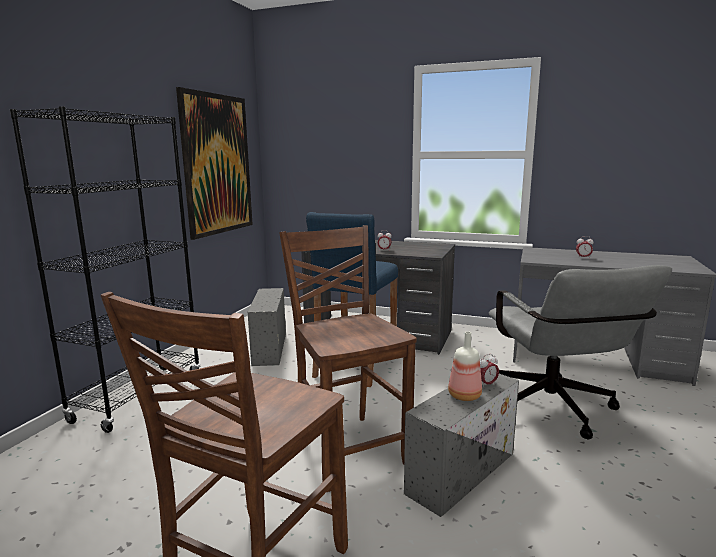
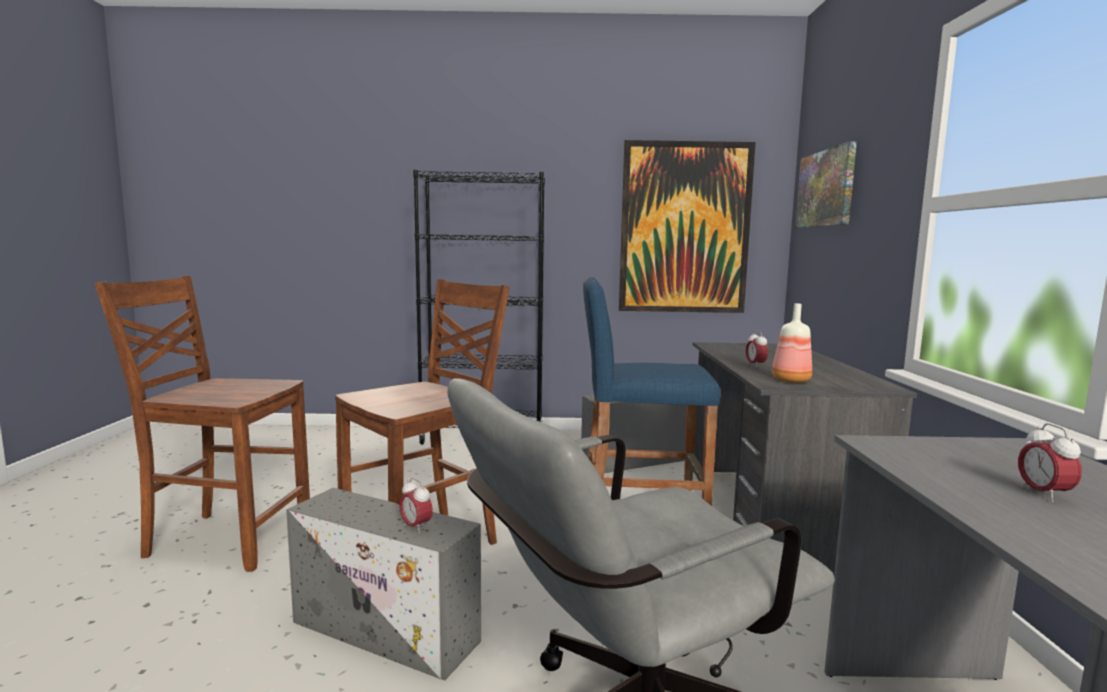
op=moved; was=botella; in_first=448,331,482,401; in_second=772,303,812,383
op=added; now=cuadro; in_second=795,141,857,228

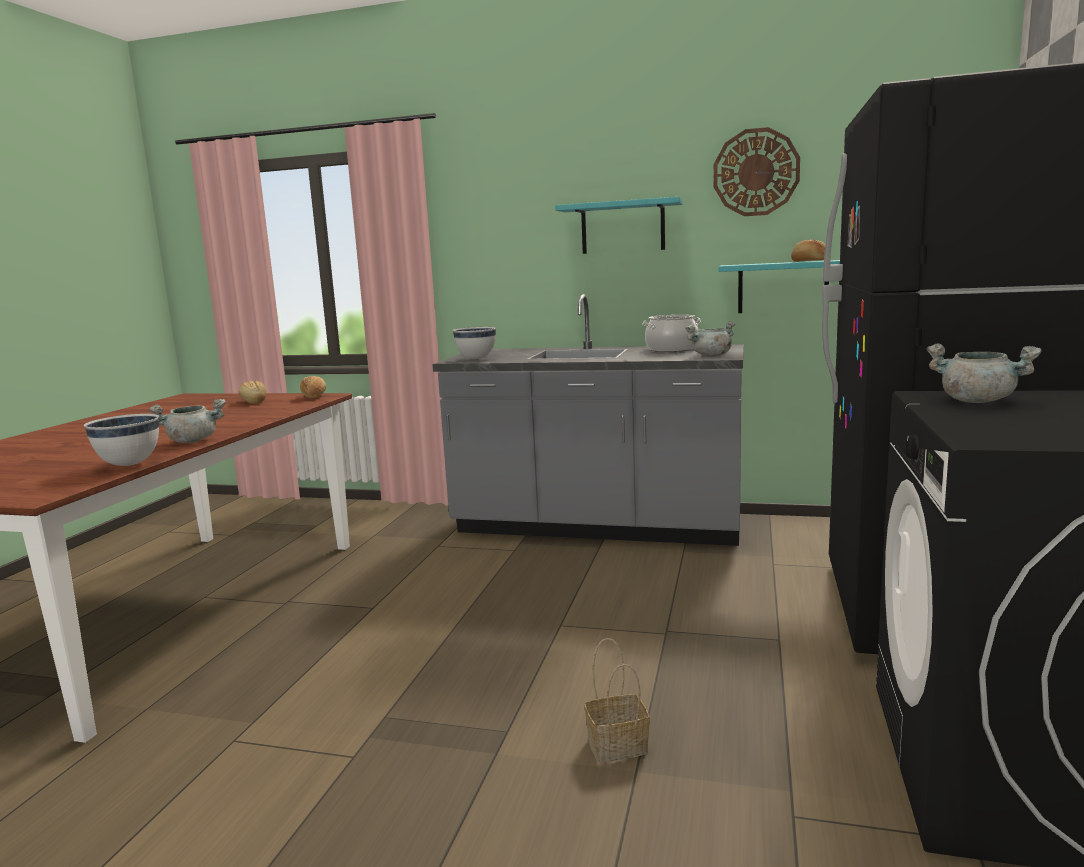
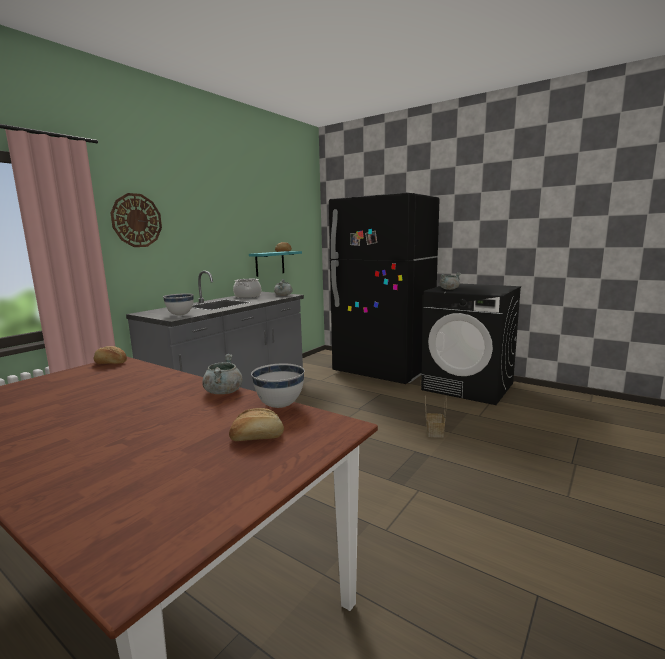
op=moved; was=pan; in_first=238,381,267,404; in_second=229,408,284,441
op=removed; was=estante/turquesa; in_first=555,197,683,254
op=moved; was=reloj de pared; in_first=714,127,800,216; in_second=111,193,162,247

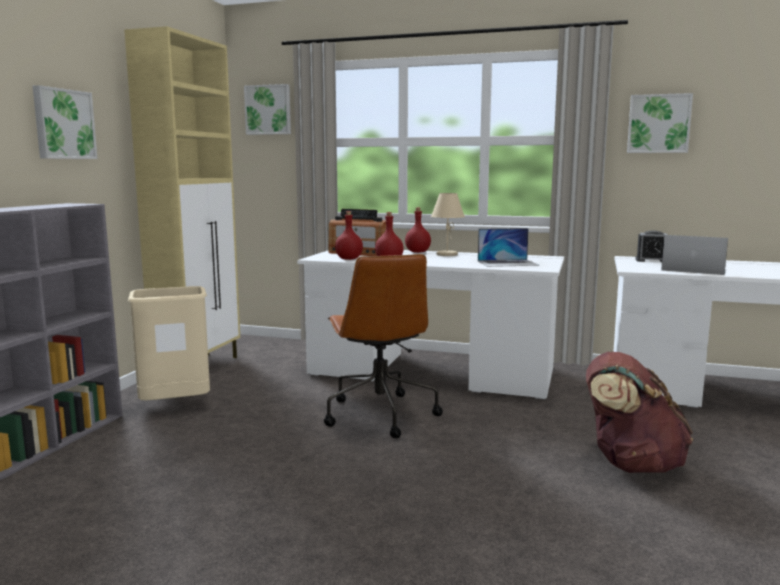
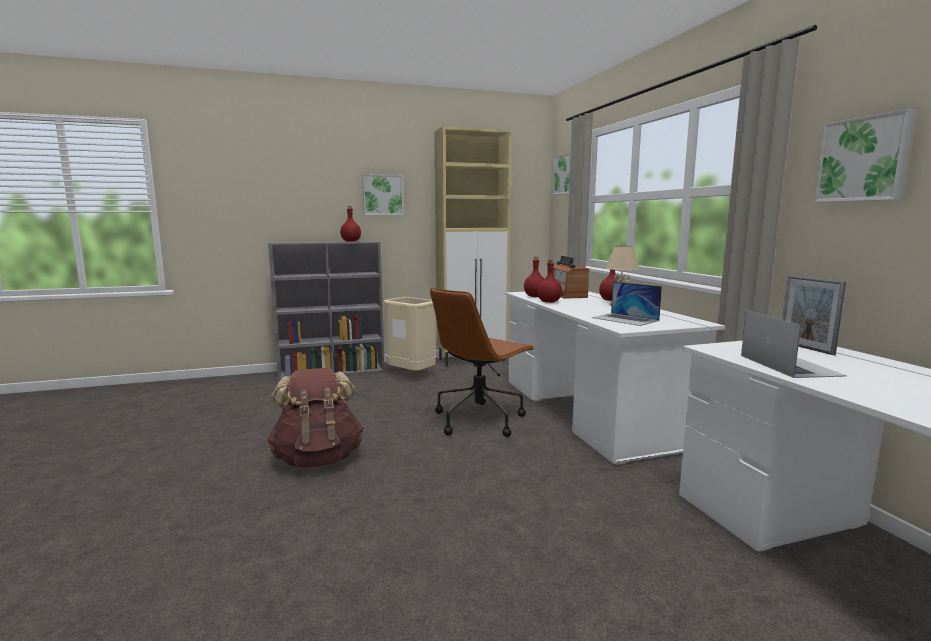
op=moved; was=mochila/marrón; in_first=586,352,693,473; in_second=267,368,364,468
op=replaced; was=despertador; now=portarretratos; in_first=635,230,667,263; in_second=782,275,846,355
op=added; now=botella/rojo; in_second=340,206,361,242

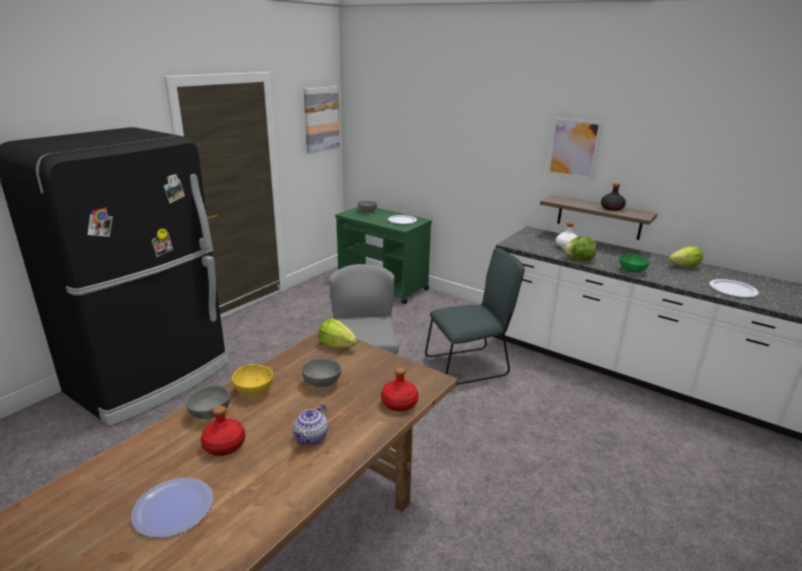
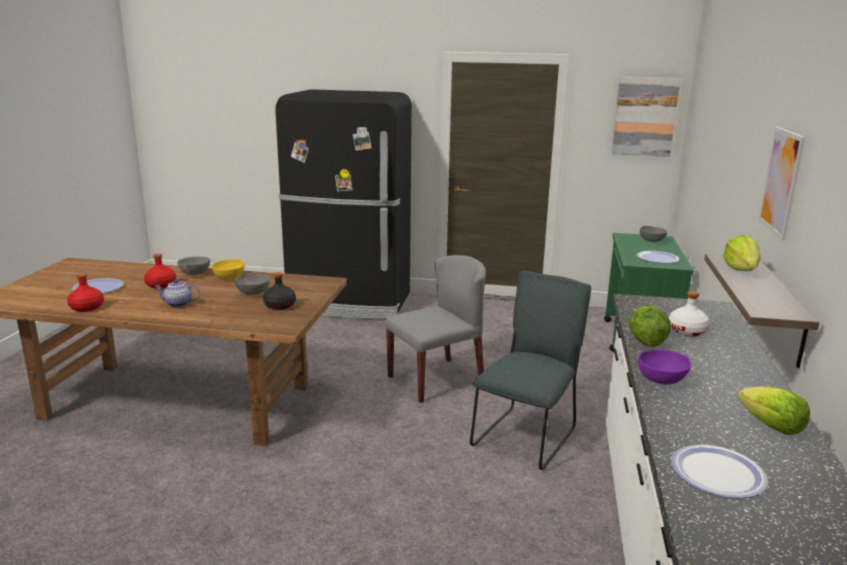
op=moved; was=lechuga; in_first=318,319,358,348; in_second=723,235,761,271
op=moved; was=botella/rojo; in_first=381,367,419,411; in_second=67,273,104,312
op=turned; was=silla/gris; in_first=425,248,525,385; in_second=470,271,591,470; clockwise=-105
op=moved; was=botella/negro; in_first=601,183,626,211; in_second=263,272,296,310
op=recoloured; was=cuenco/verde; now=cuenco/morado; in_first=619,253,650,273; in_second=638,350,691,384

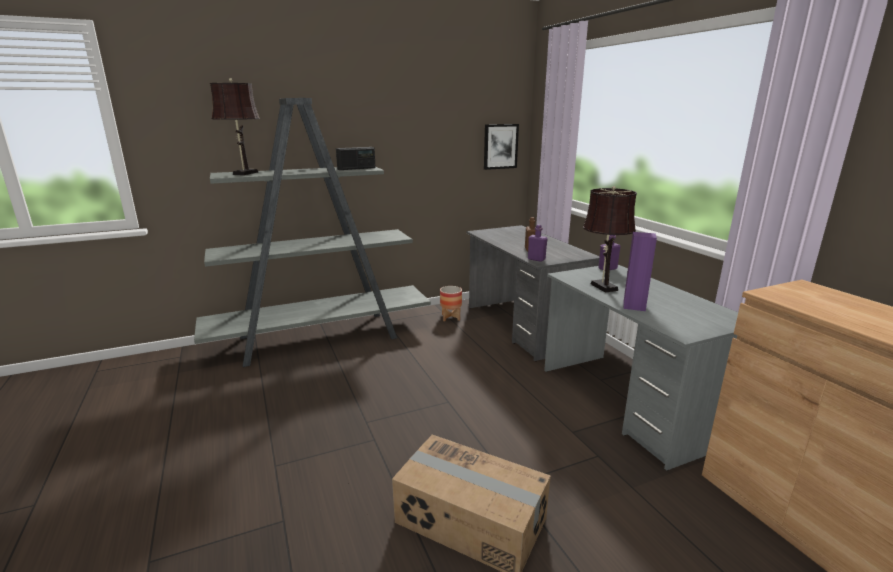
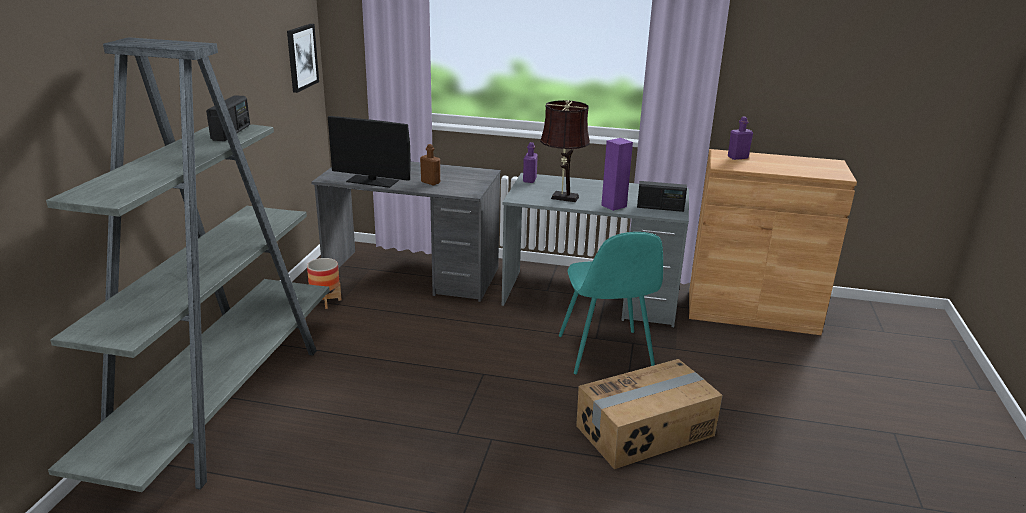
op=removed; was=lámpara de mesa/marrón; in_first=210,78,260,175
op=moved; was=botella/morado; in_first=528,225,548,262; in_second=728,117,753,160
op=added; now=monitor; in_second=328,116,411,188
op=added; now=silla/turquesa; in_second=559,232,663,374
op=added; now=radio; in_second=637,181,687,212

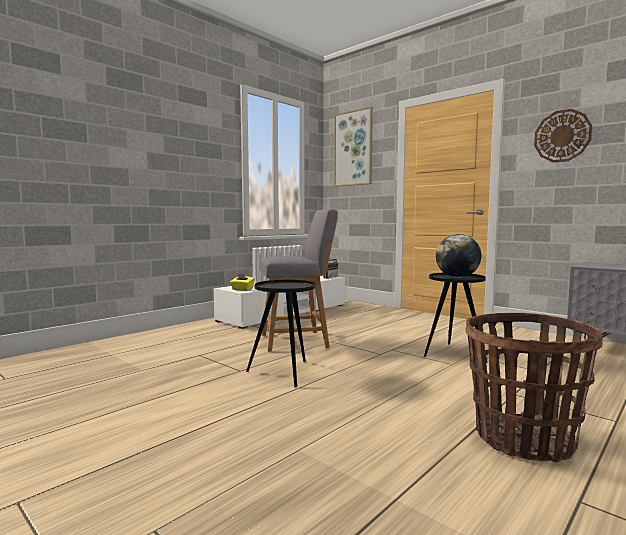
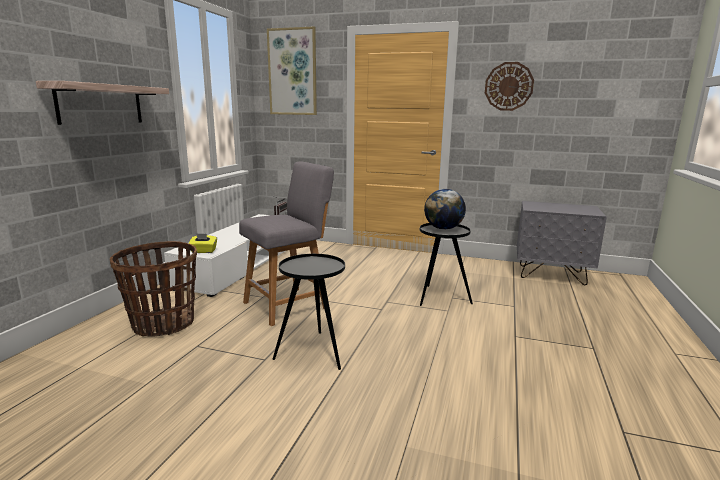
op=moved; was=cesta; in_first=466,313,603,462; in_second=110,241,197,337
op=added; now=estante; in_second=36,81,169,125

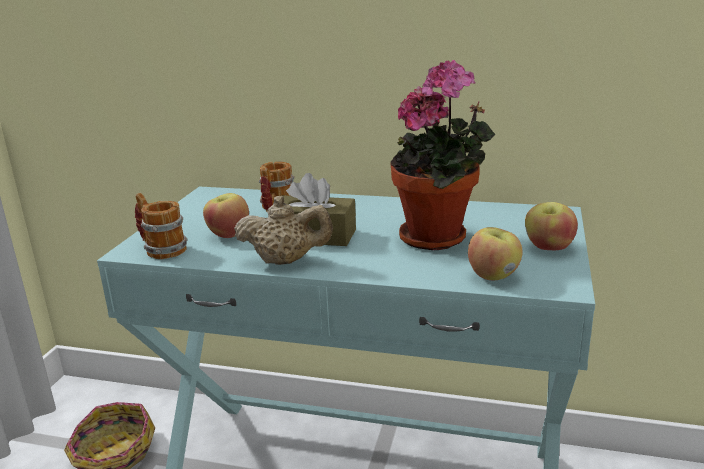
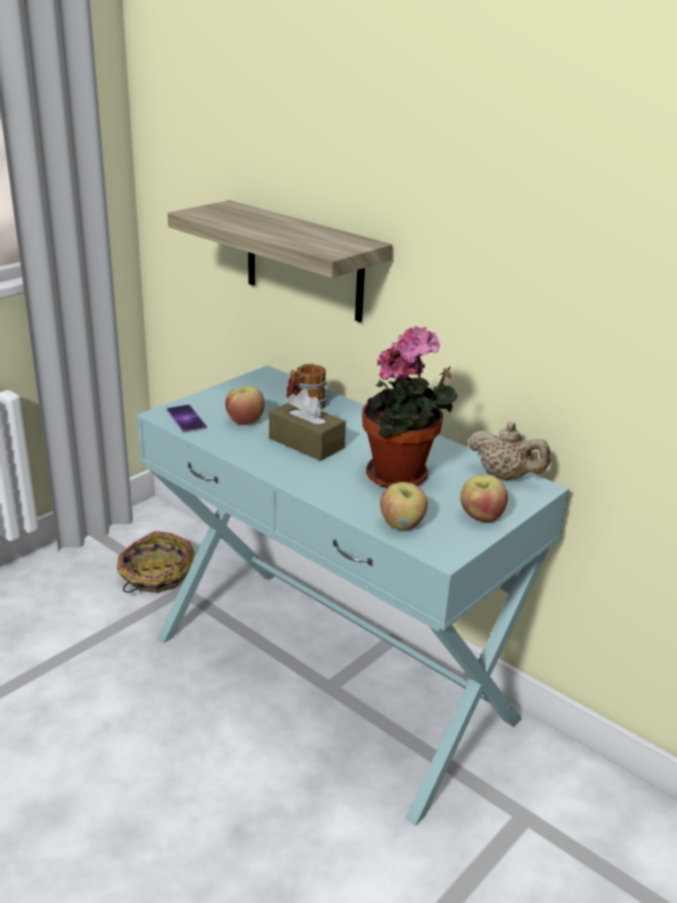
op=replaced; was=taza grande; now=móvil; in_first=135,193,187,259; in_second=167,405,207,433
op=moved; was=tetera/beis; in_first=234,196,333,265; in_second=468,422,550,480
op=added; now=estante; in_second=167,200,392,322

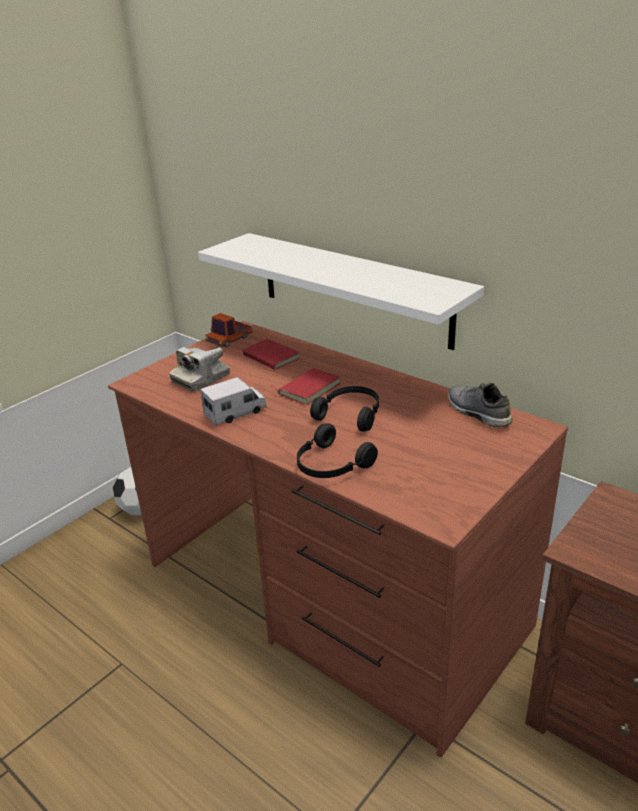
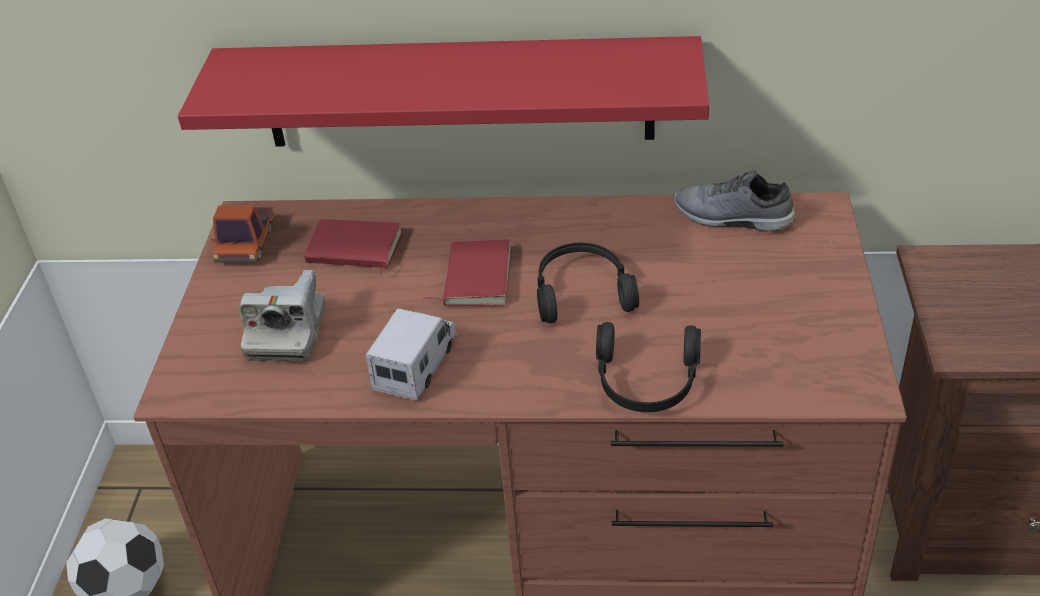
op=recoloured; was=estante/blanco; now=estante/rojo; in_first=198,233,484,350; in_second=178,36,709,147

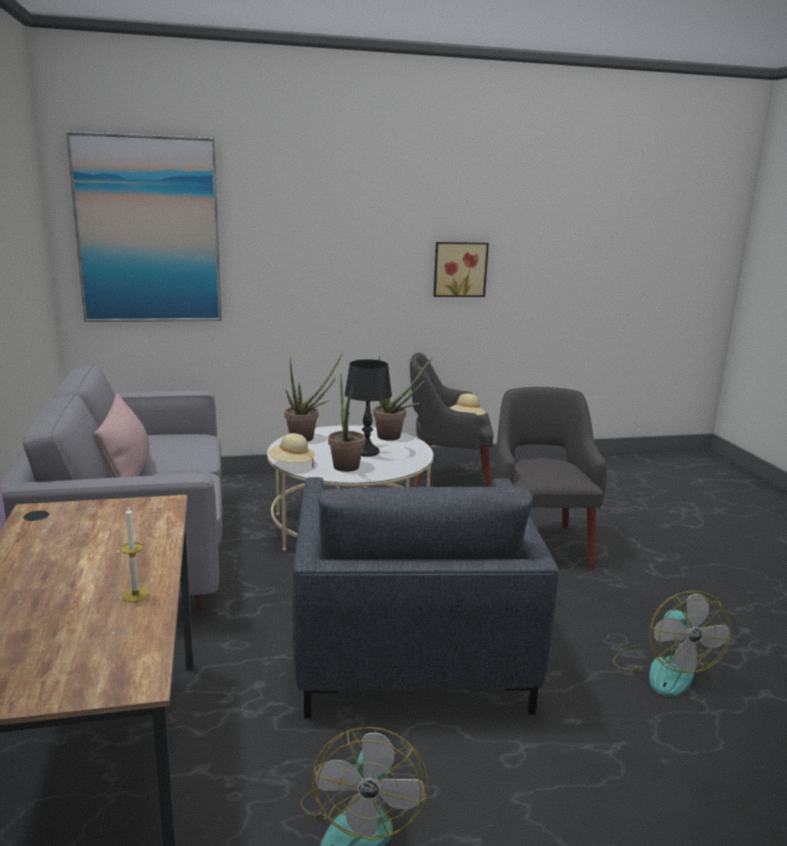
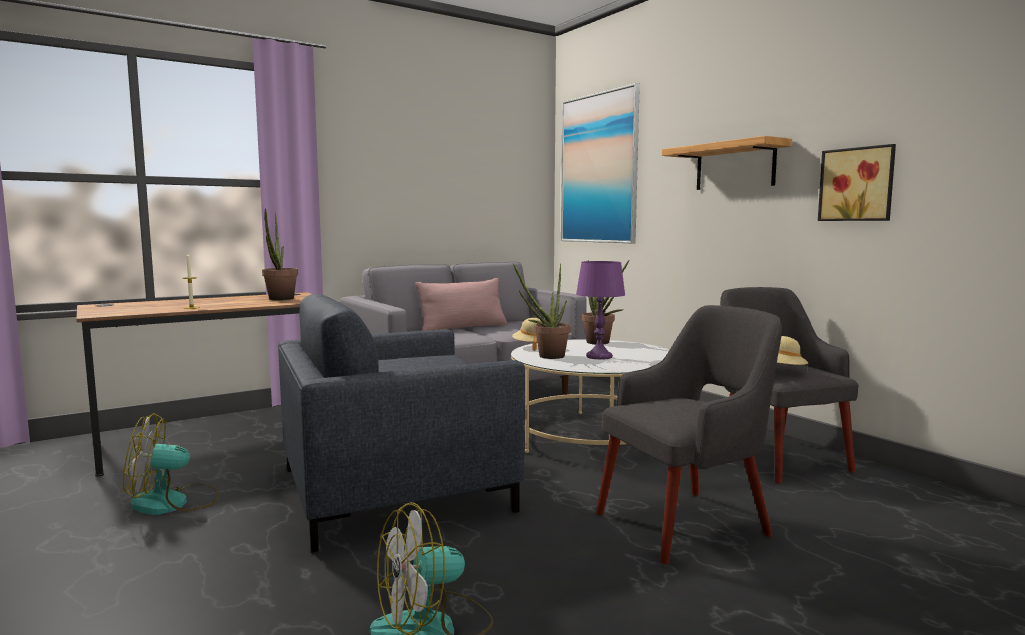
op=recoloured; was=lámpara de mesa/negro; now=lámpara de mesa/morado; in_first=345,359,392,457; in_second=576,261,625,360
op=moved; was=planta en maceta; in_first=373,356,433,441; in_second=262,208,298,300
op=added; now=estante; in_second=662,136,792,190

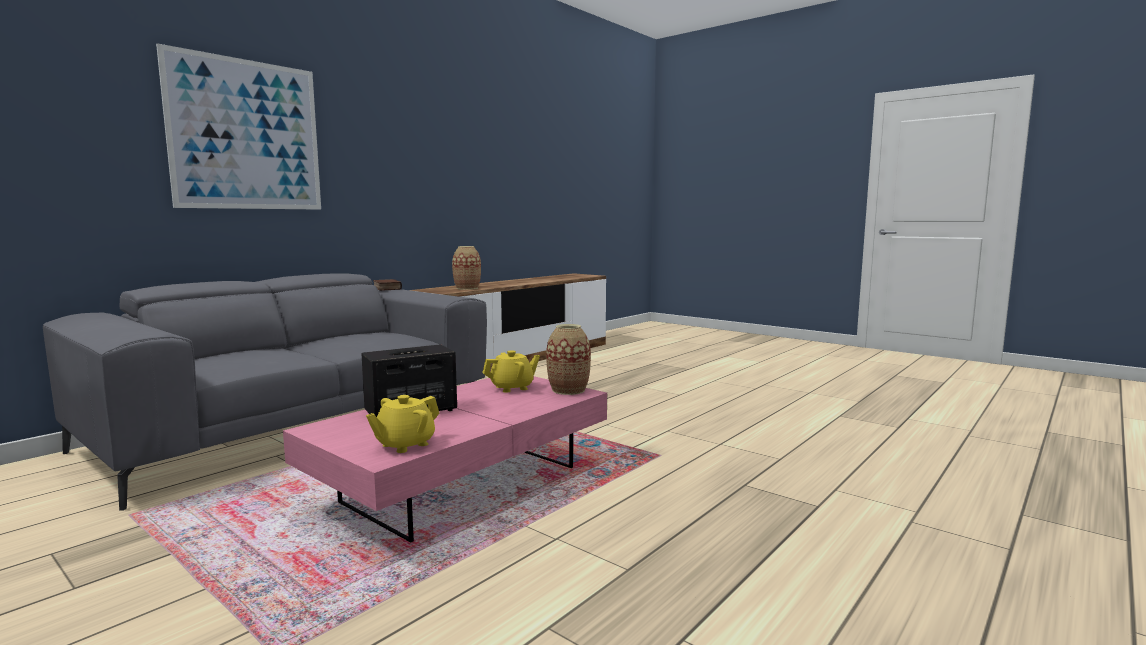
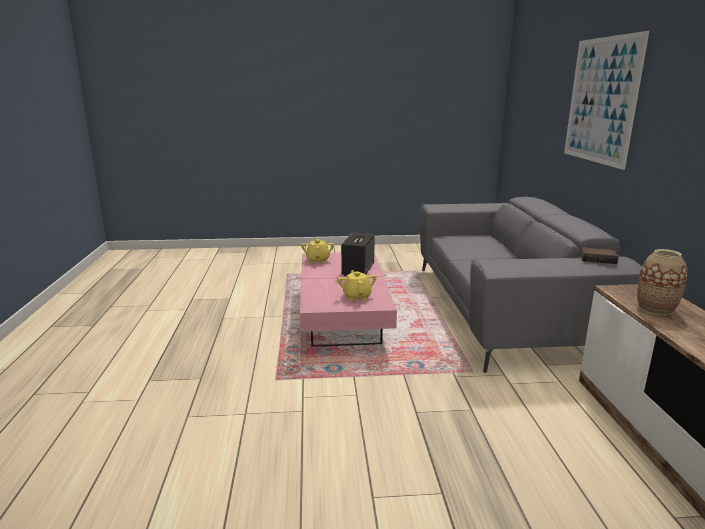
op=turned; was=tetera/amarillo; in_first=482,350,540,393; in_second=338,270,377,301; clockwise=150
op=removed; was=florero; in_first=546,324,591,395

